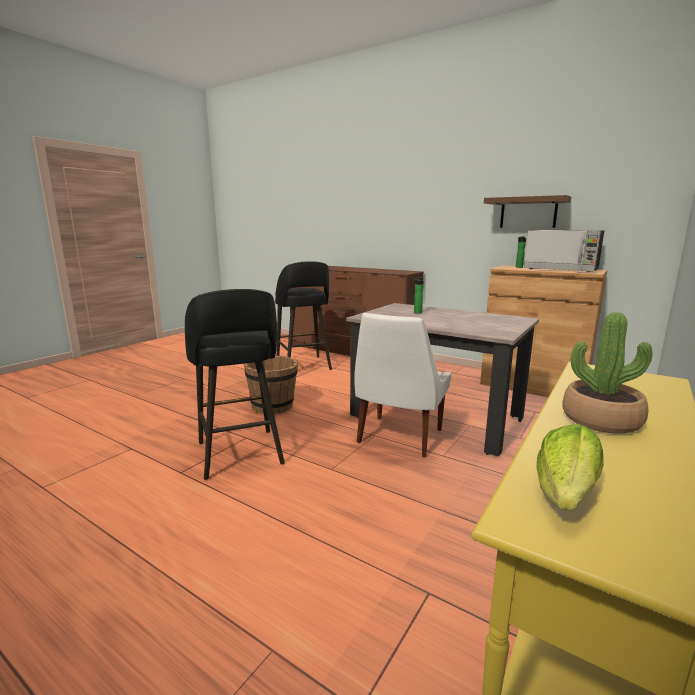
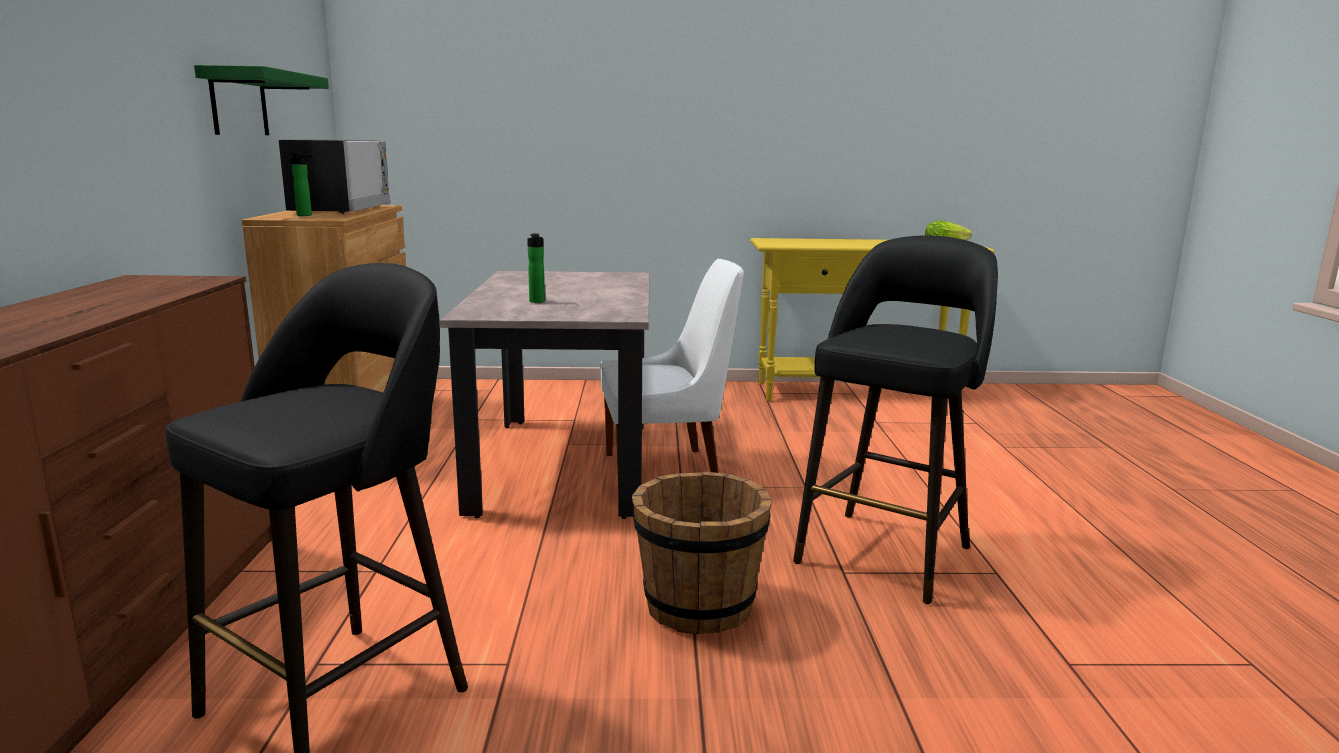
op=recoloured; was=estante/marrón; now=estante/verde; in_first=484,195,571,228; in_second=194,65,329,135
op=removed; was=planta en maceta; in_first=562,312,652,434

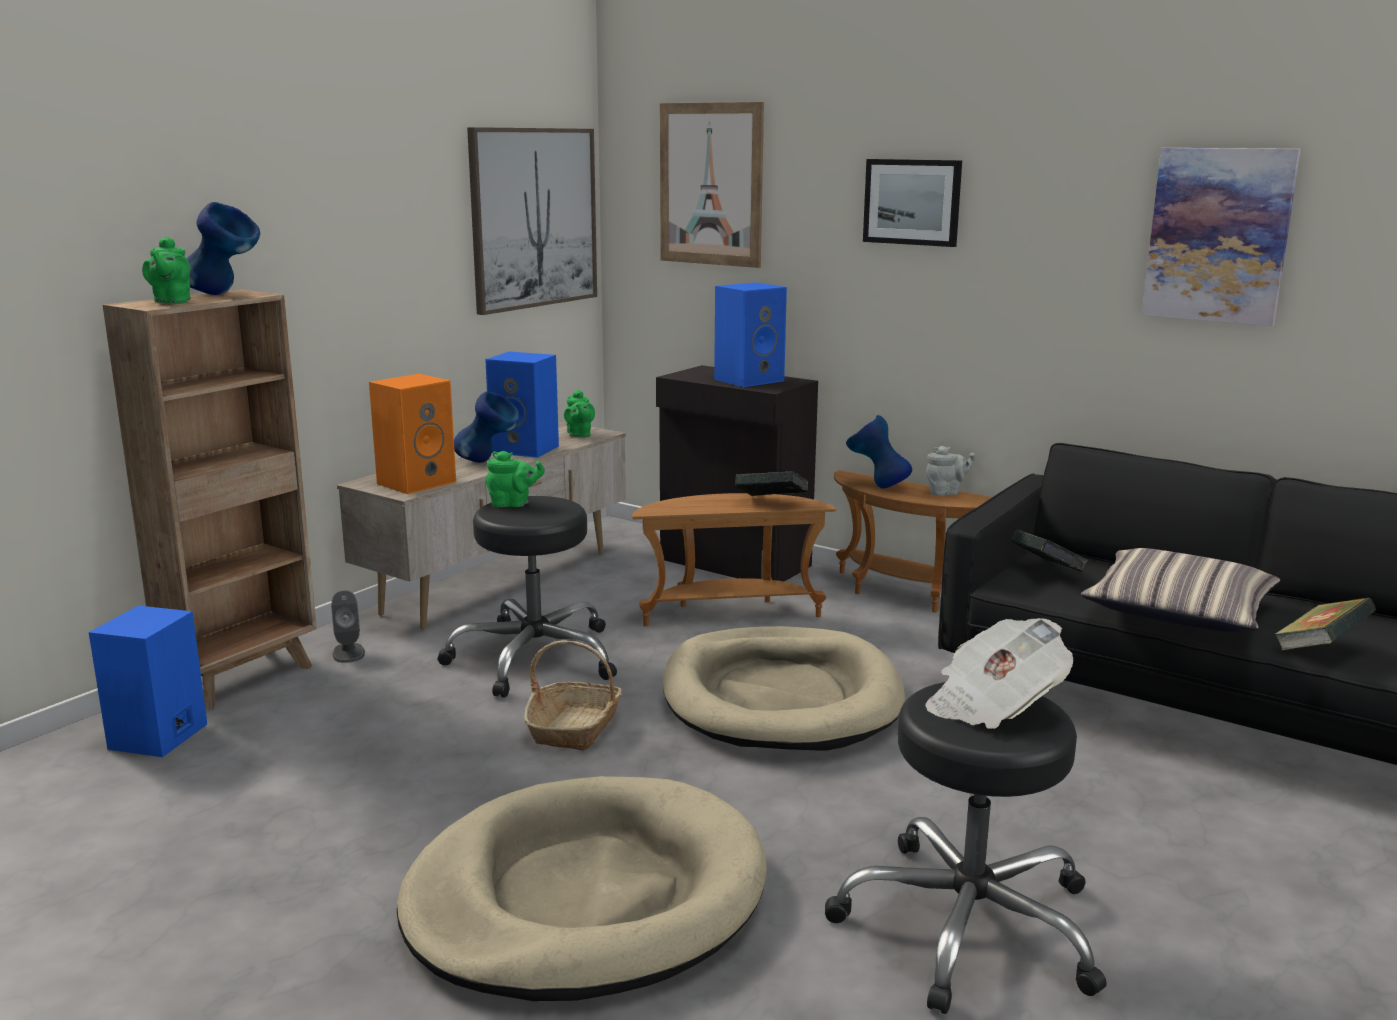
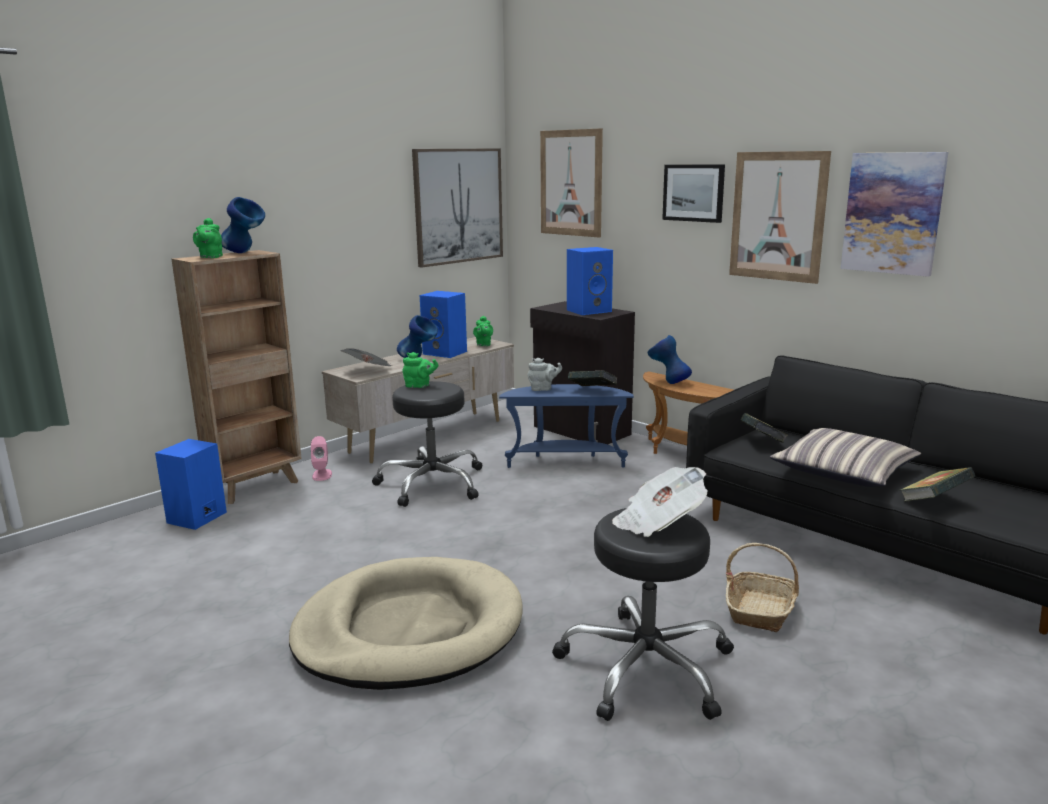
op=recoloured; was=altavoz/gris; now=altavoz/rosa; in_first=331,590,365,663; in_second=311,436,332,481
op=replaced; was=altavoz/naranja; now=periódico; in_first=369,374,456,494; in_second=340,348,392,366
op=moved; was=cesta; in_first=524,640,622,751; in_second=726,543,799,632
op=recoloured; was=mesa auxiliar/marrón; now=mesa auxiliar/azul; in_first=632,493,836,626; in_second=499,384,634,468
op=removed; was=cama para perro/beis; in_first=663,626,905,751
op=moved; was=tetera/gris; in_first=926,446,975,496; in_second=528,358,562,391
op=added; now=cuadro; in_second=729,151,831,284

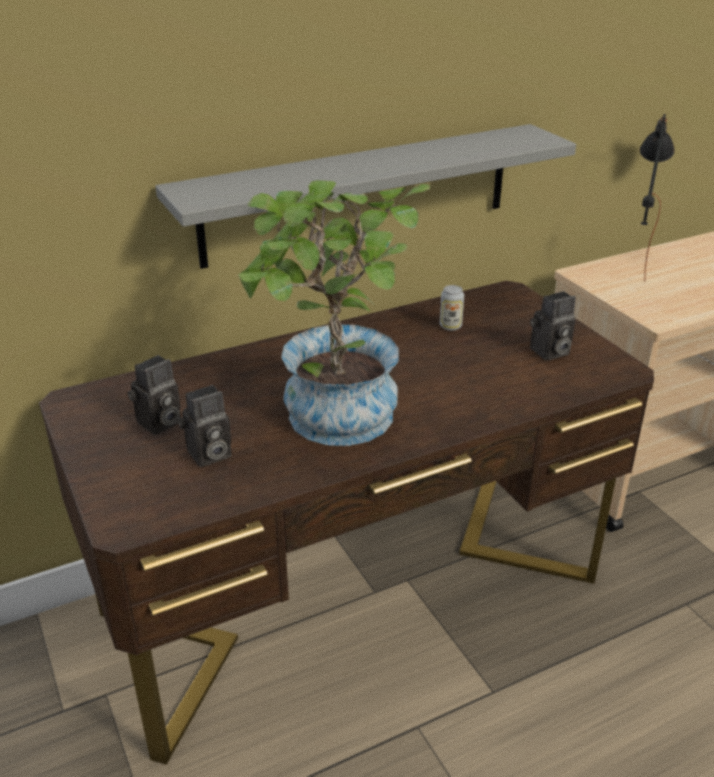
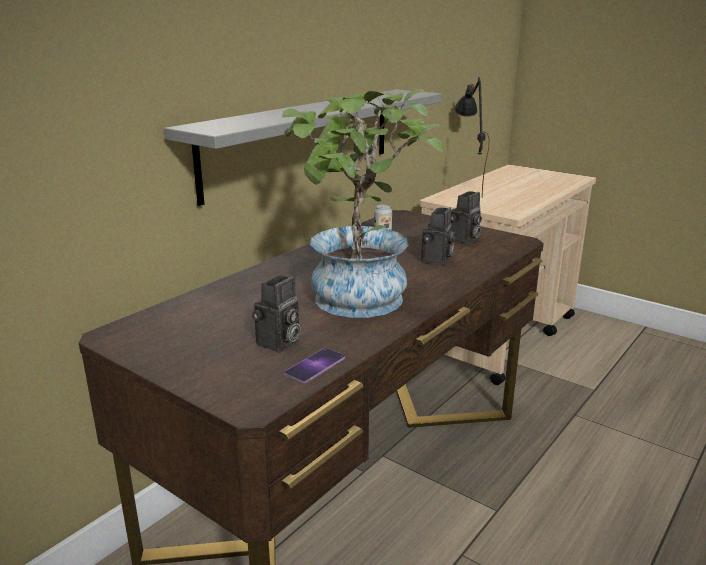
op=moved; was=cámara; in_first=128,355,181,435; in_second=421,207,456,265
op=added; now=móvil; in_second=284,348,345,383

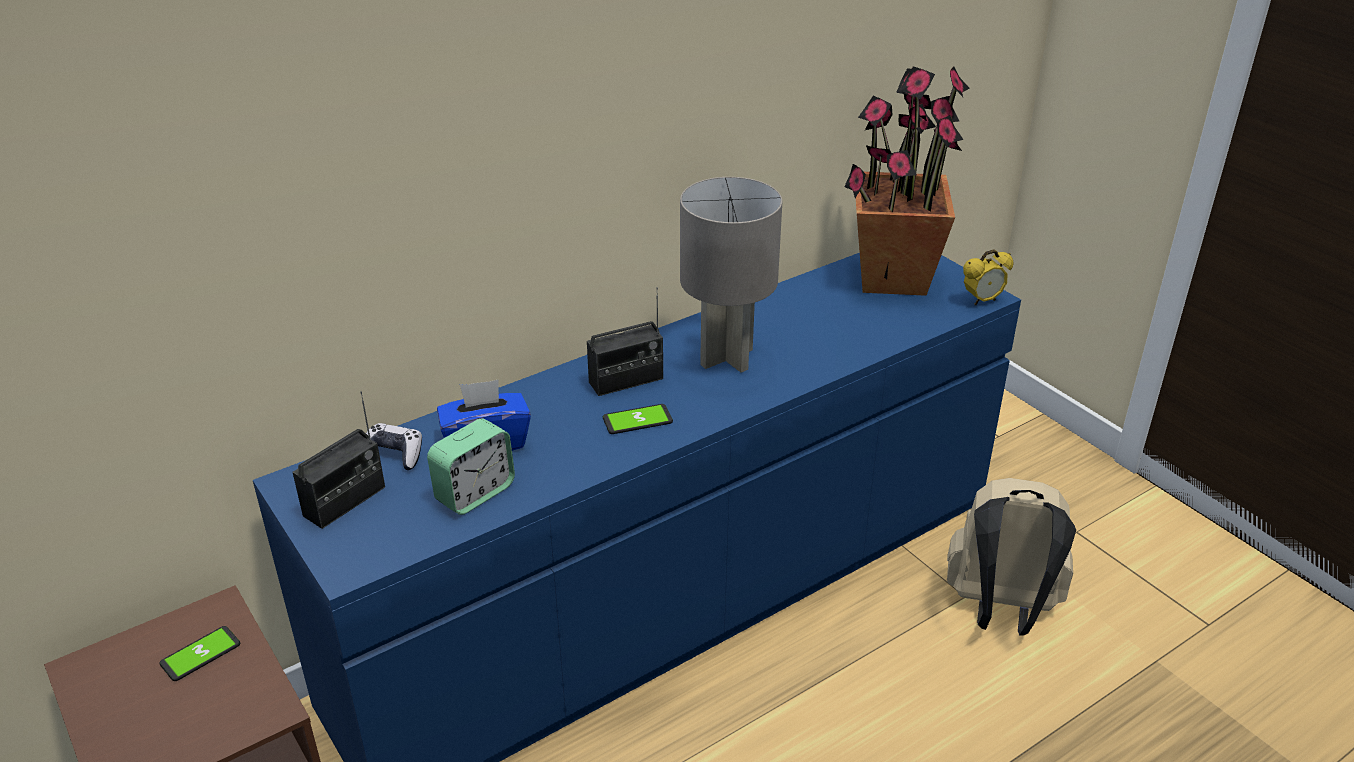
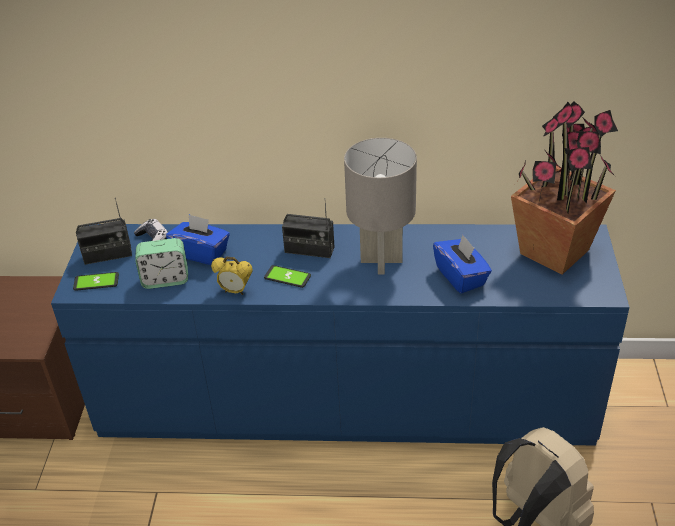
op=moved; was=móvil; in_first=160,626,240,681; in_second=73,272,119,291
op=moved; was=despertador; in_first=963,249,1013,305; in_second=211,257,253,295
op=added; now=caja de pañuelos/azul; in_second=433,235,492,293

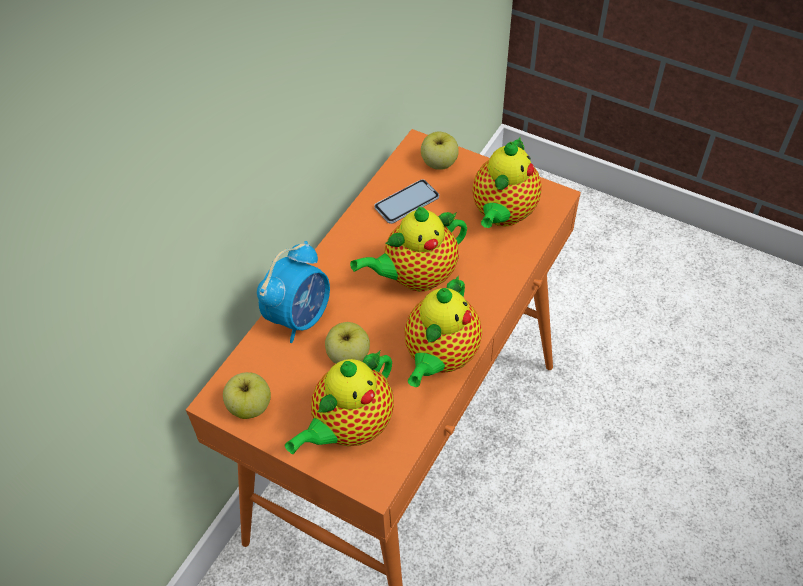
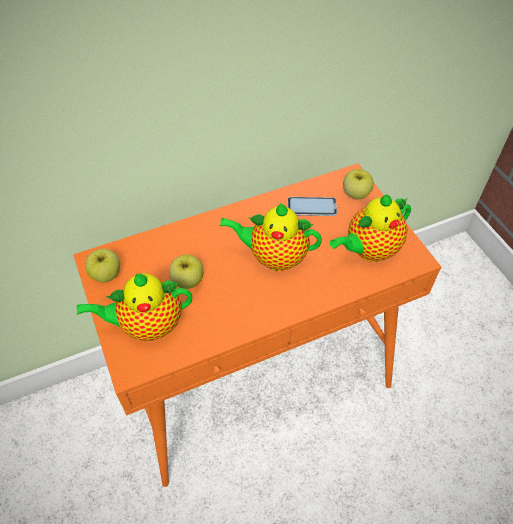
op=removed; was=despertador; in_first=257,241,330,343
op=removed; was=tetera; in_first=404,276,482,387

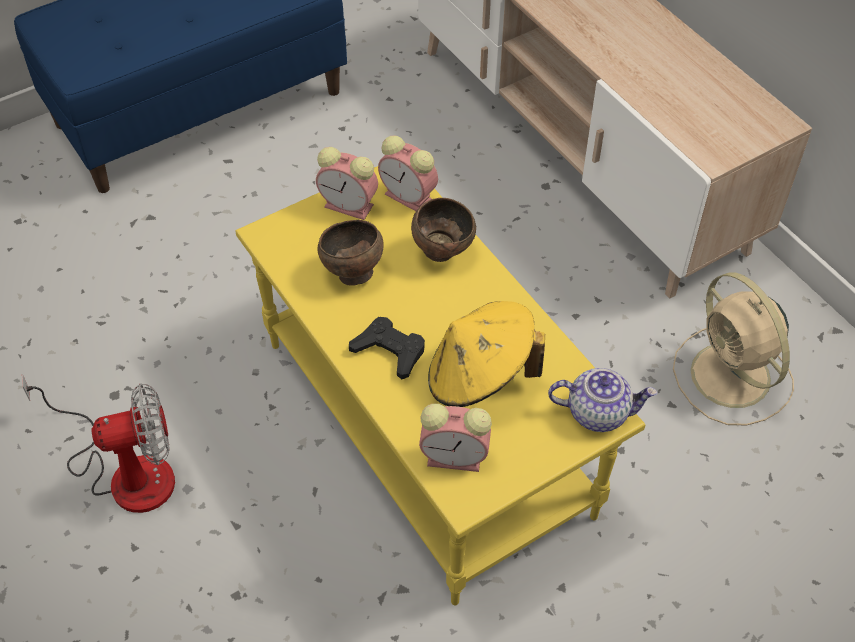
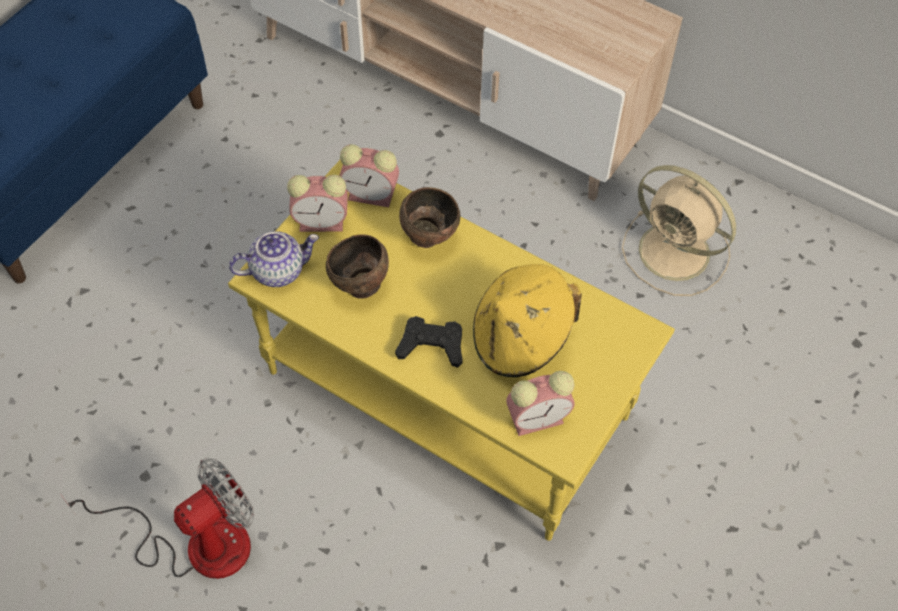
op=moved; was=tetera; in_first=548,368,657,432; in_second=229,231,319,287

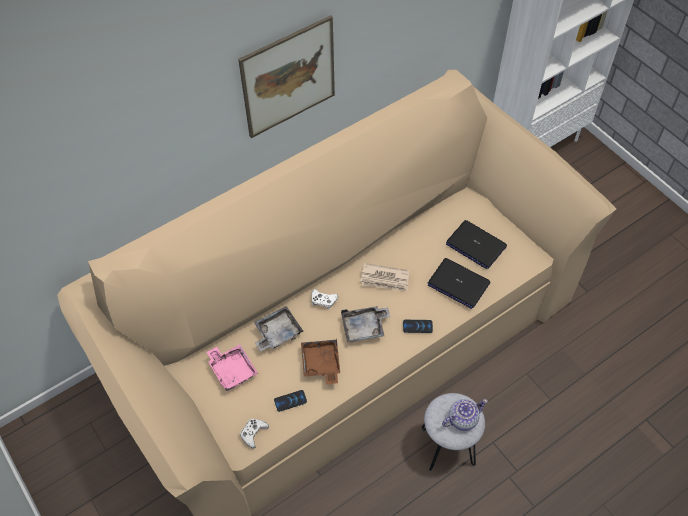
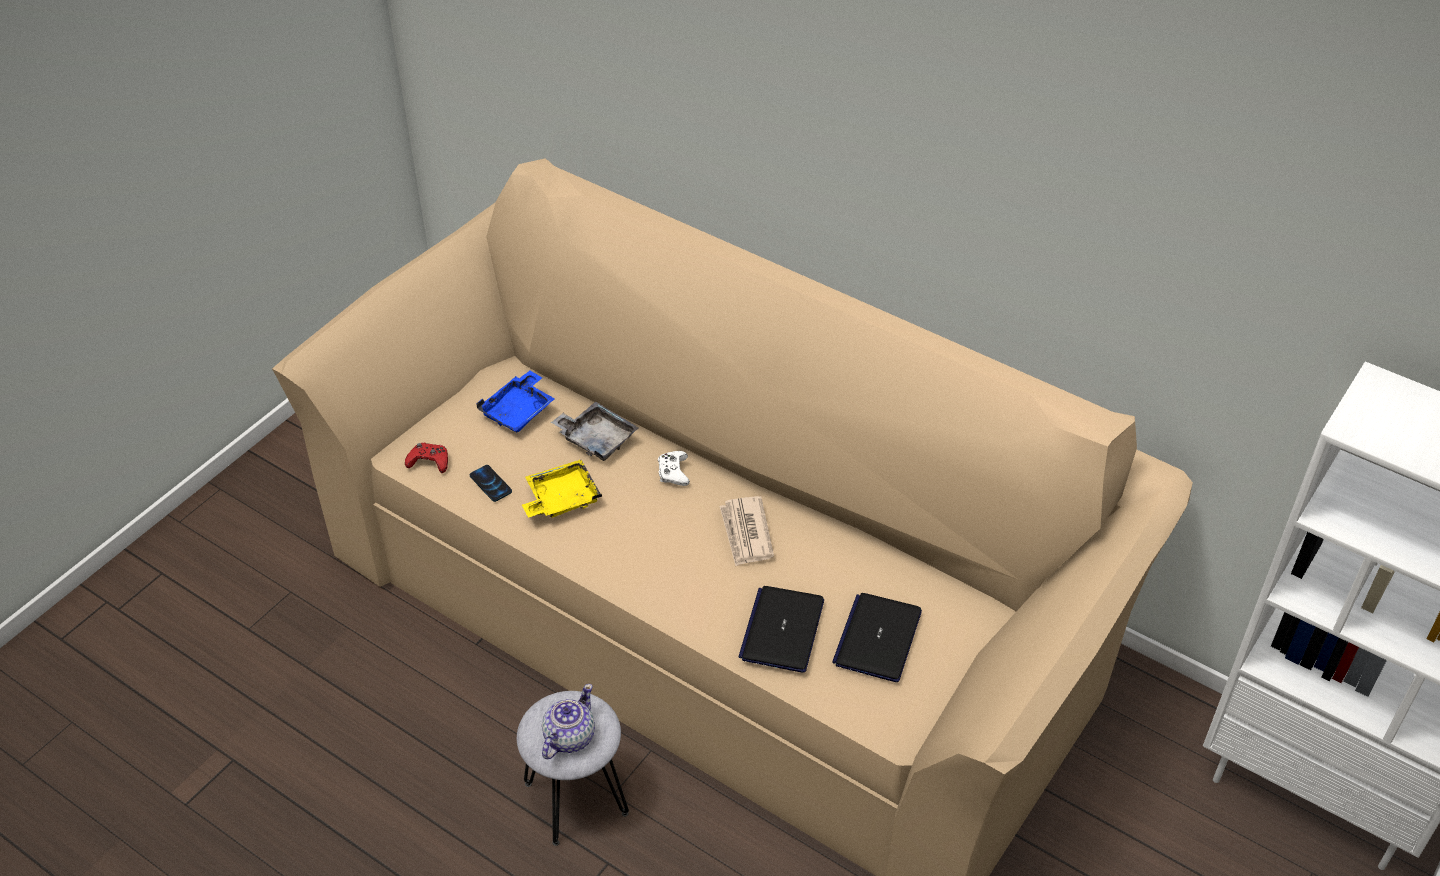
op=recoloured; was=bandeja/rosa; now=bandeja/azul; in_first=207,344,258,391; in_second=476,370,555,433
op=removed; was=cuadro; in_first=238,15,335,138
op=recoloured; was=mando de consola/blanco; now=mando de consola/rojo; in_first=240,419,269,448; in_second=405,443,448,473
op=recoloured; was=bandeja/marrón; now=bandeja/amarillo; in_first=301,338,340,384; in_second=522,460,602,518
op=removed; was=bandeja/gris; in_first=341,306,390,342
op=removed; was=móvil; in_first=403,320,433,333
op=turned; was=tetera; in_first=442,399,488,431; in_second=542,684,595,759; clockwise=-105

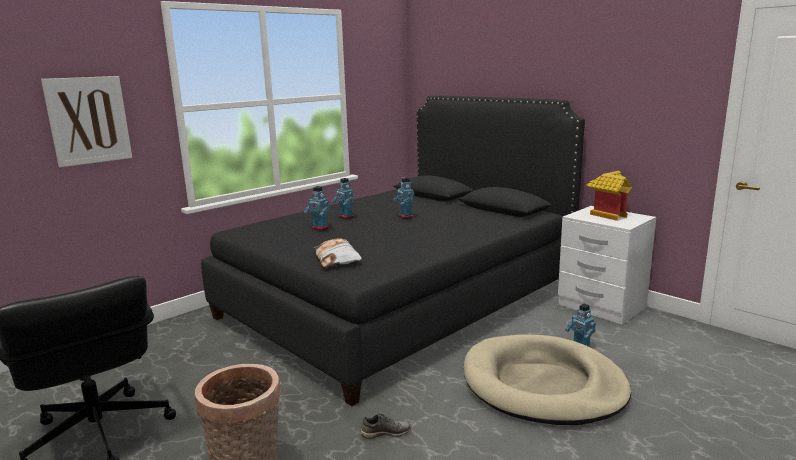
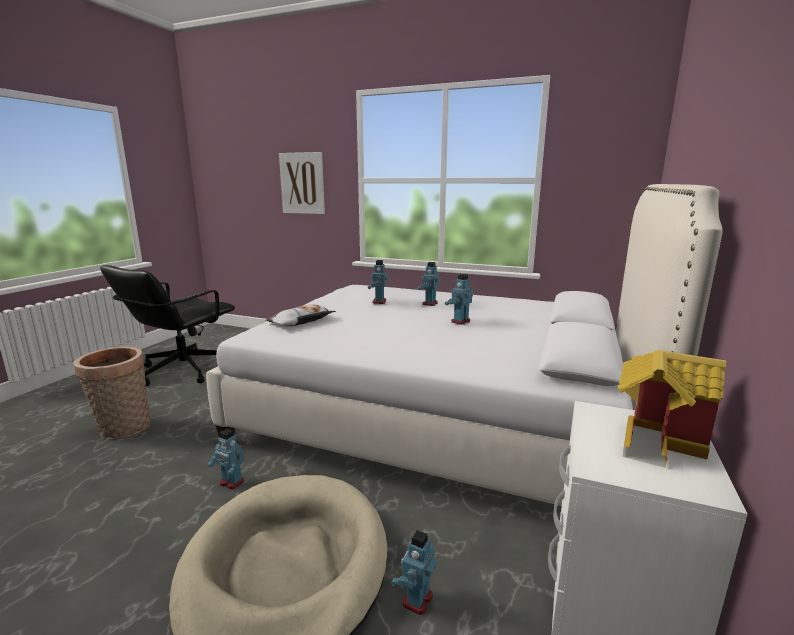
op=recoloured; was=cama/negro; now=cama/blanco; in_first=201,96,585,406; in_second=206,184,723,506
op=removed; was=zapato/gris; in_first=361,413,411,439
op=added; now=robot de juguete; in_second=208,429,244,489

